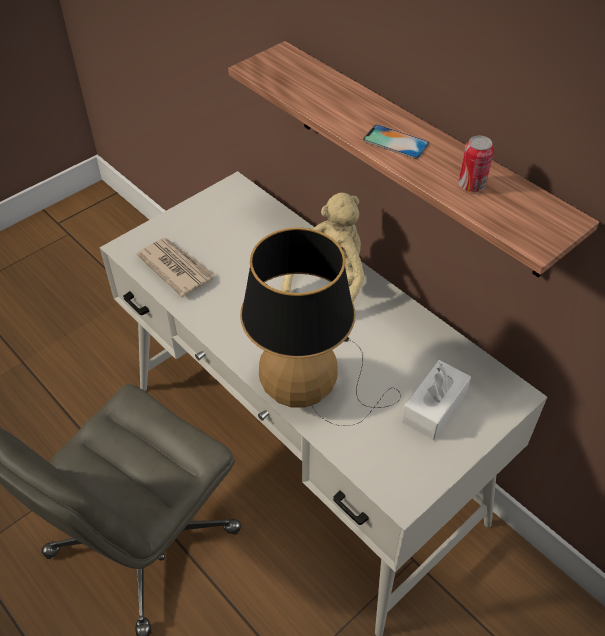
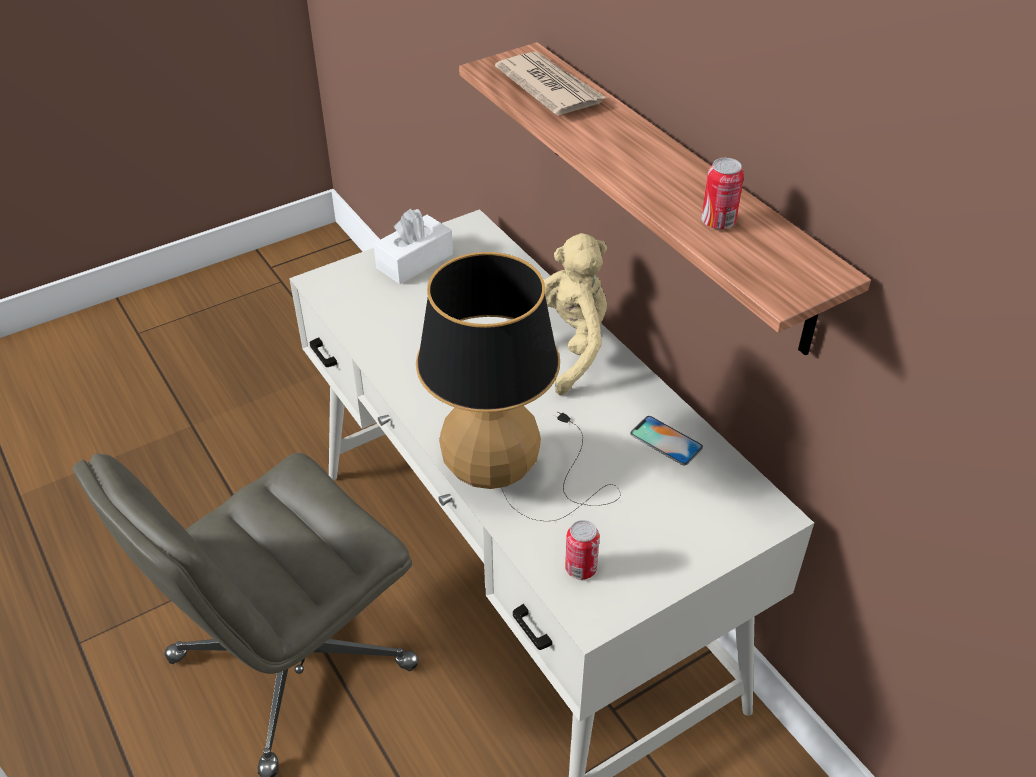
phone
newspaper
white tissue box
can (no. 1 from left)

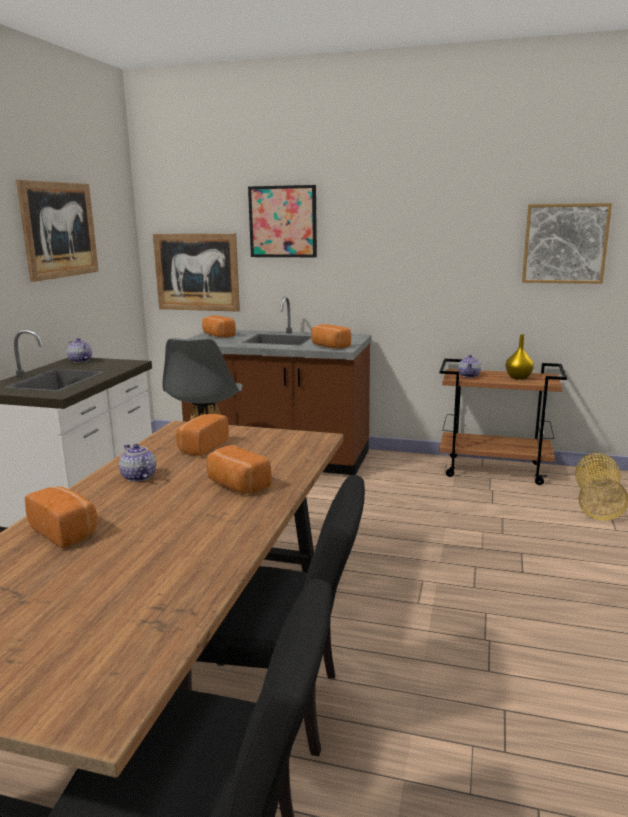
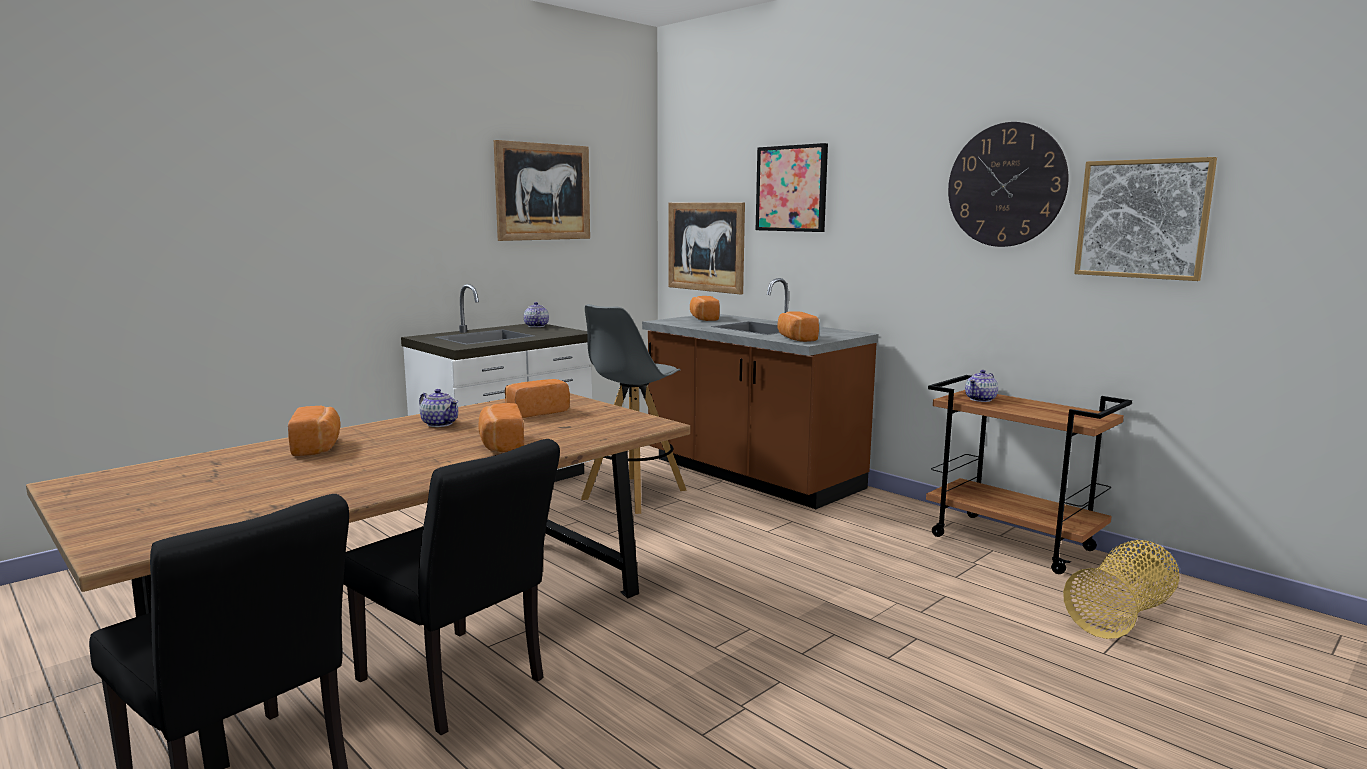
yellow vase
teapot (no. 1 from left)
wall clock

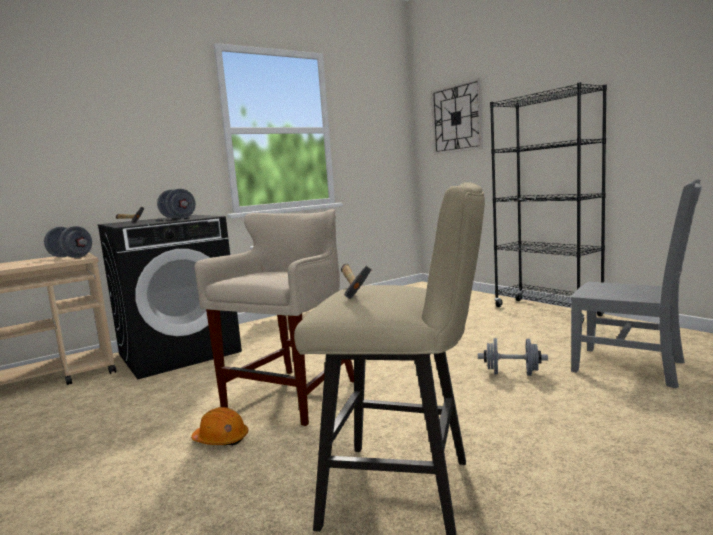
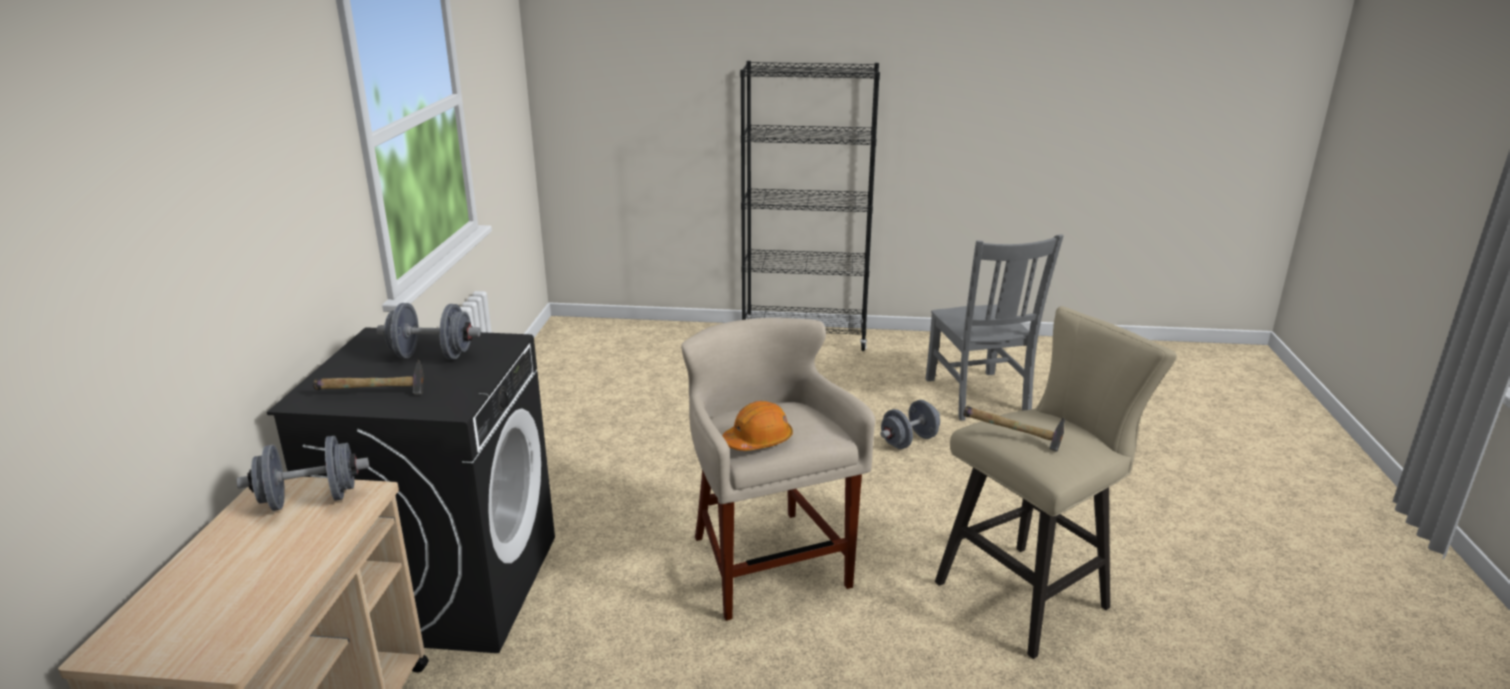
wall clock
grey chair
orange hard hat

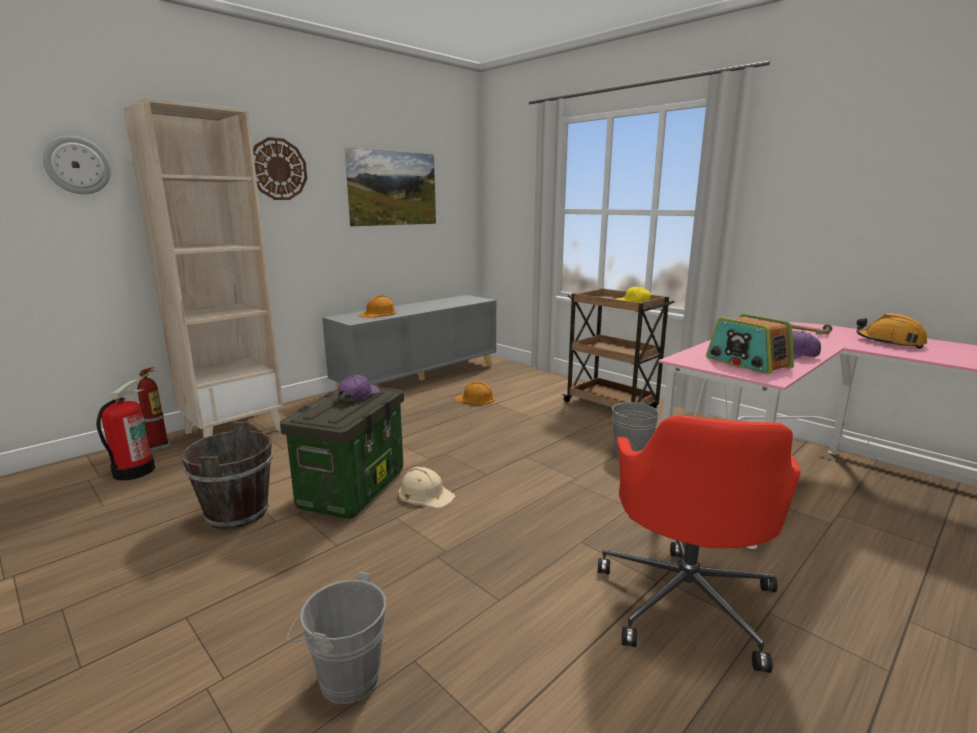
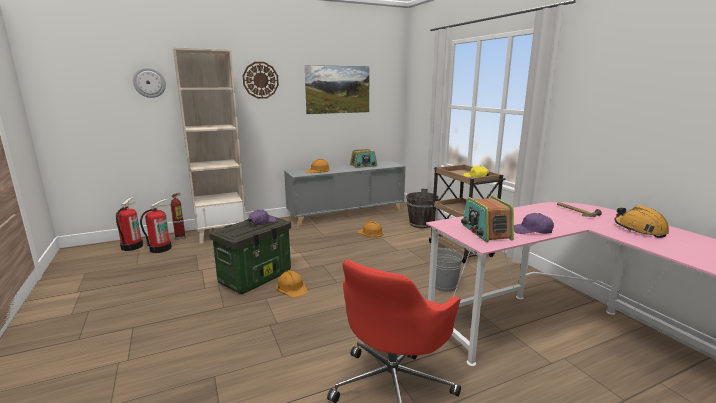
brown bucket
orange hard hat (no. 1 from left)
grey bucket (no. 1 from left in the first image)
radio (no. 1 from left)
fire extinguisher (no. 1 from left)

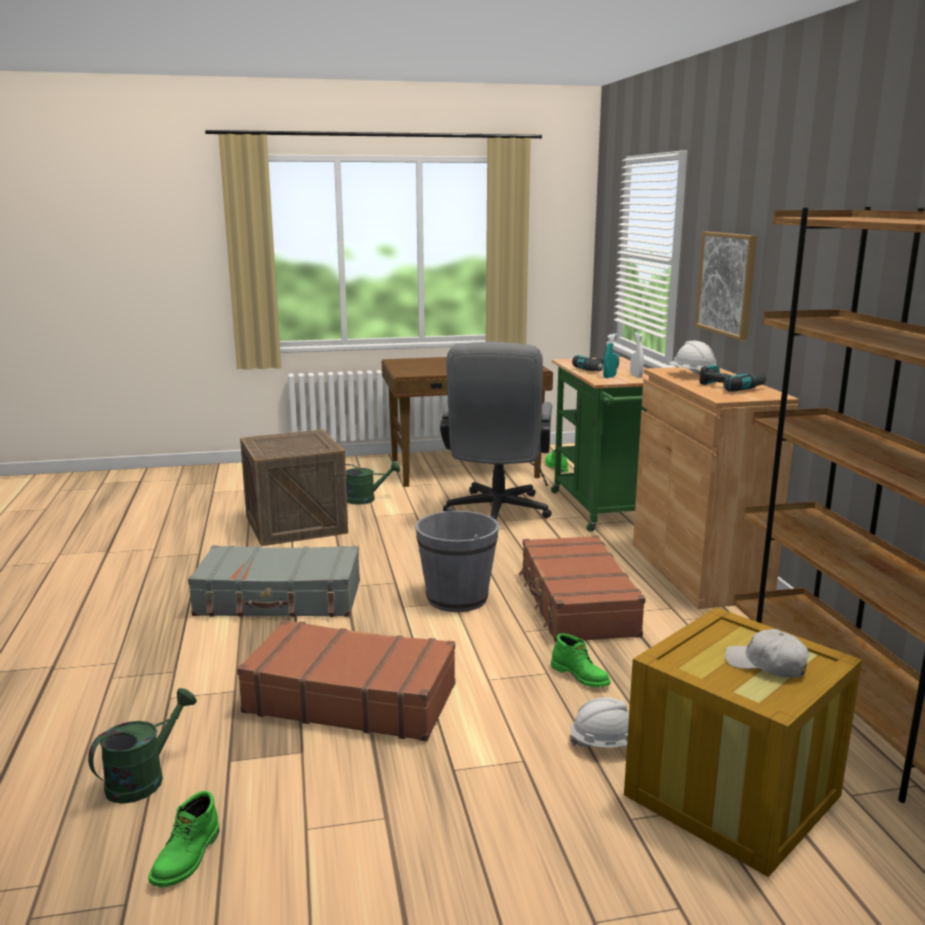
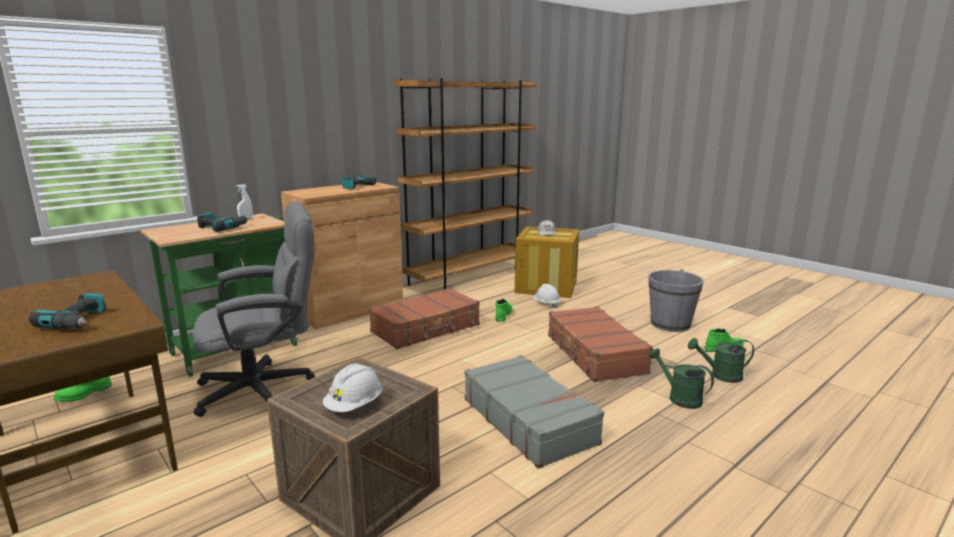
picture
turquoise spray bottle
white hard hat (no. 1 from left)
green watering can (no. 1 from left)
grey bucket
power drill (no. 1 from left)

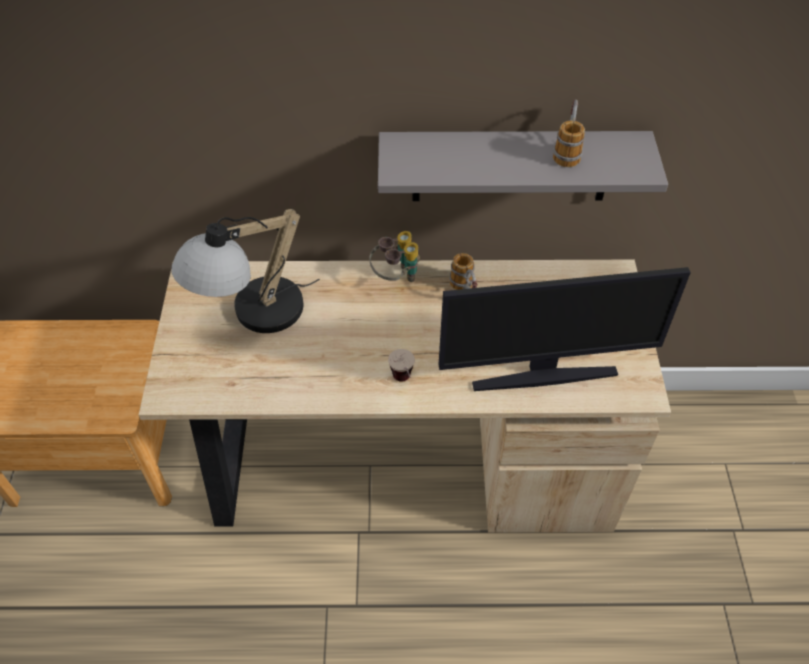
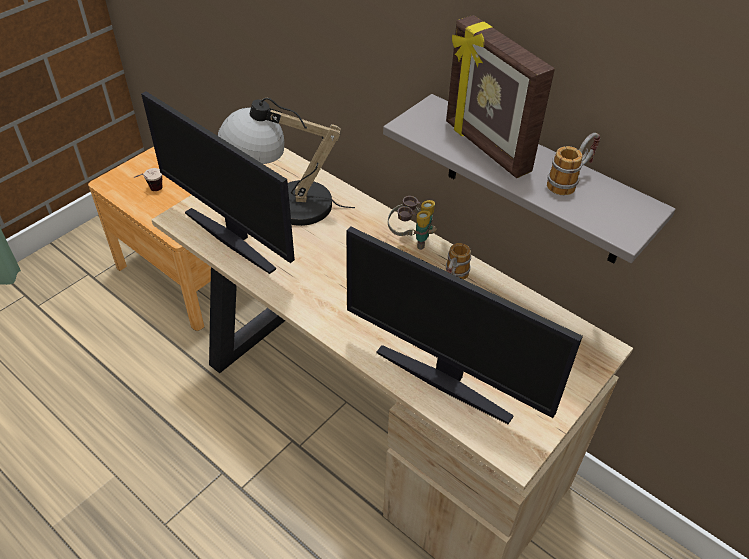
cup
picture frame
monitor (no. 1 from left)

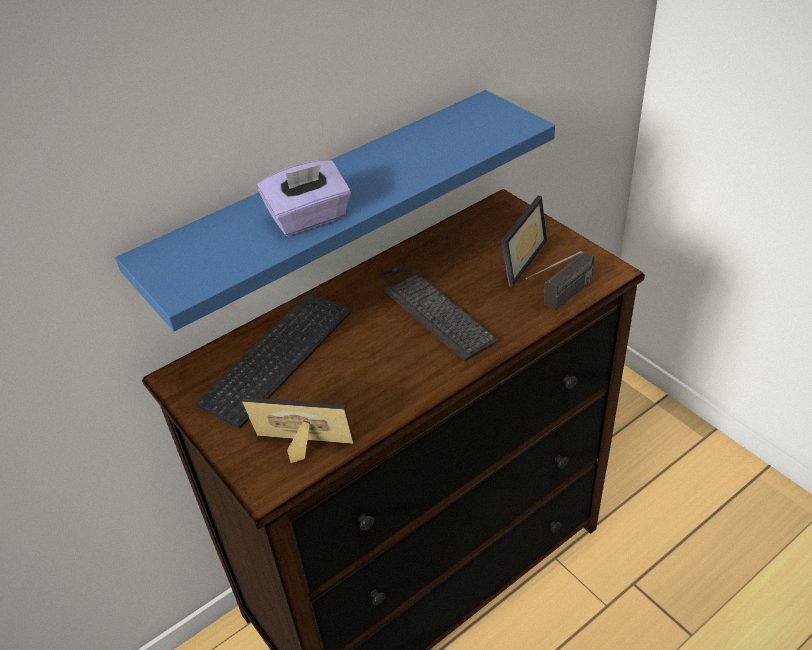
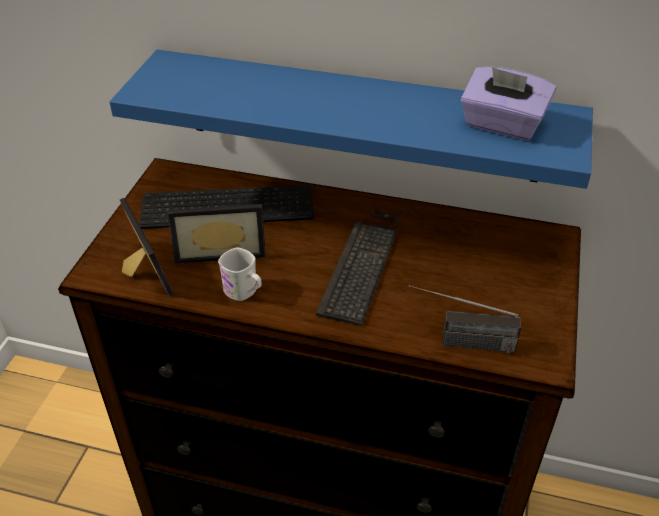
purple tissue box
picture frame (no. 2 from left)
white mug

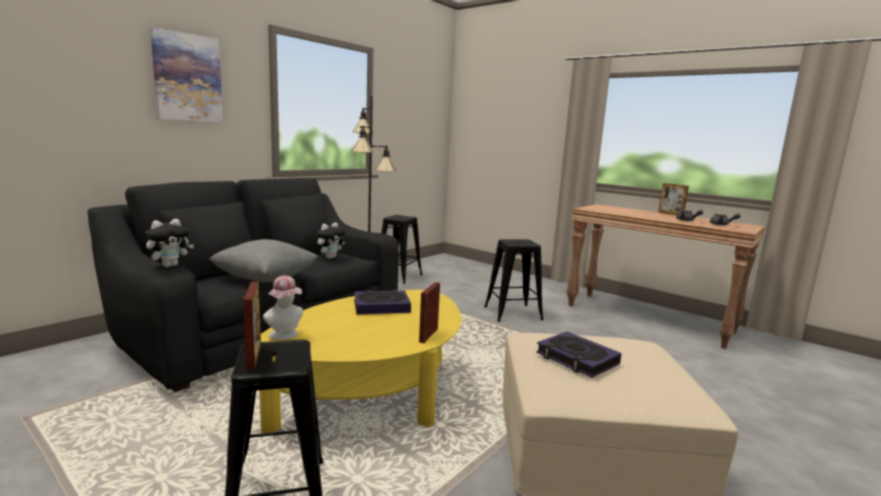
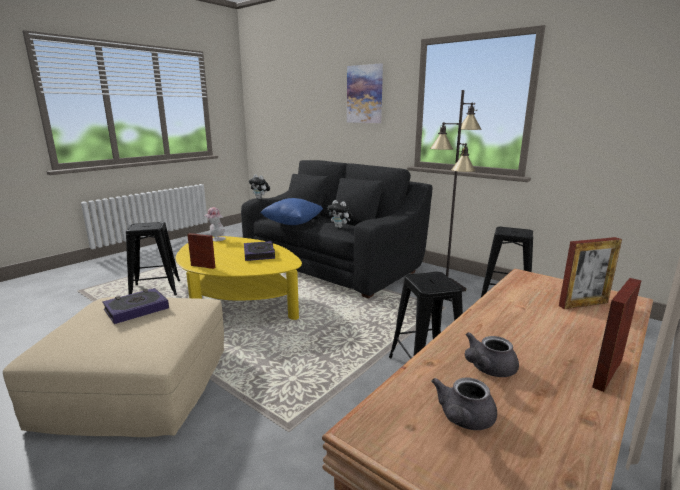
blue pillow
picture frame (no. 2 from left)

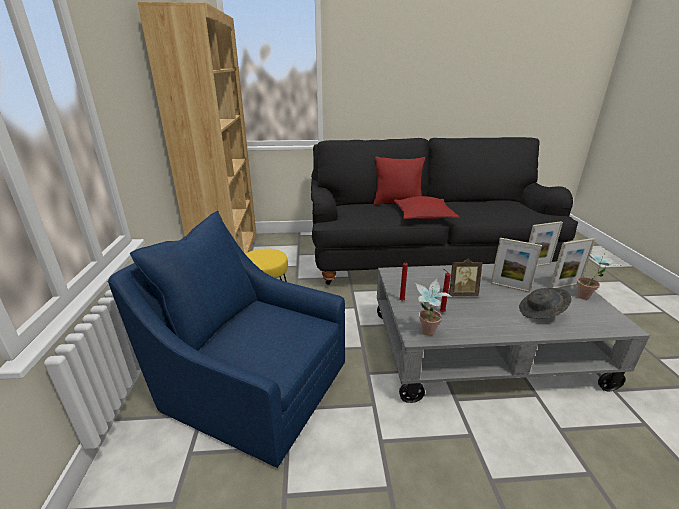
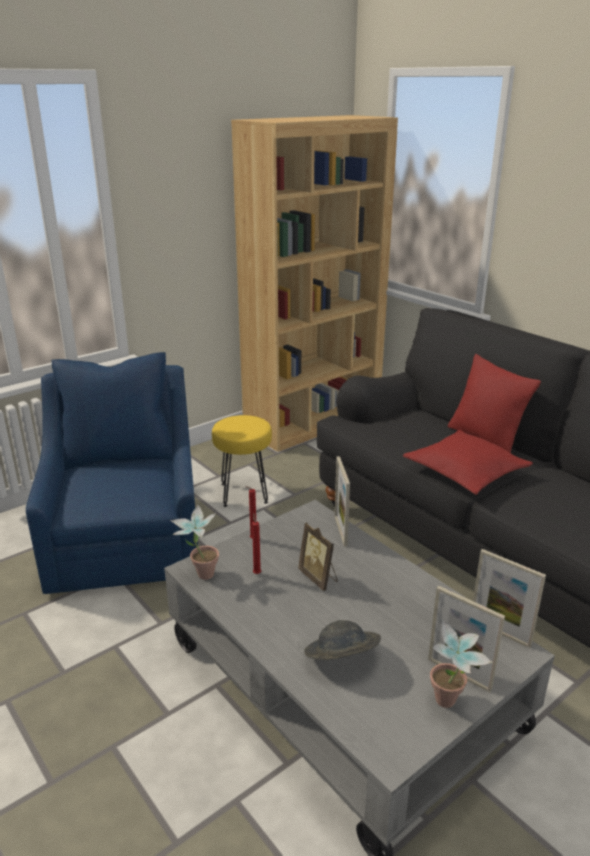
picture frame (no. 2 from left)

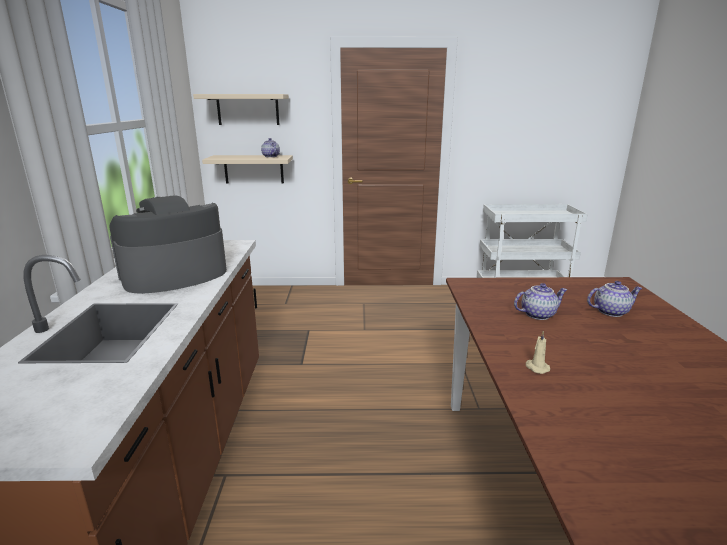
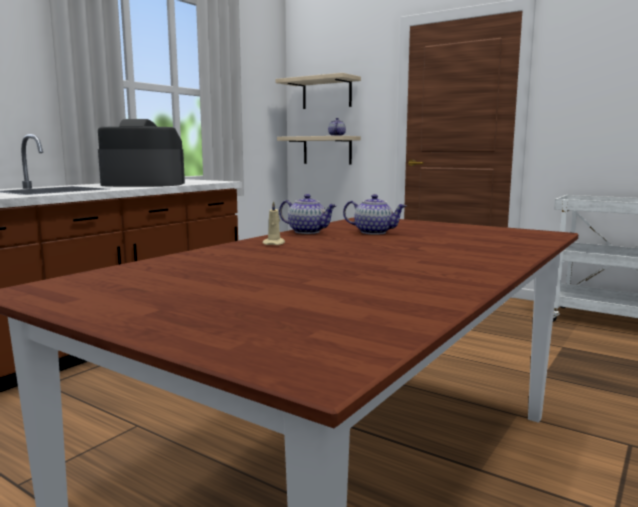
teapot (no. 1 from left)

